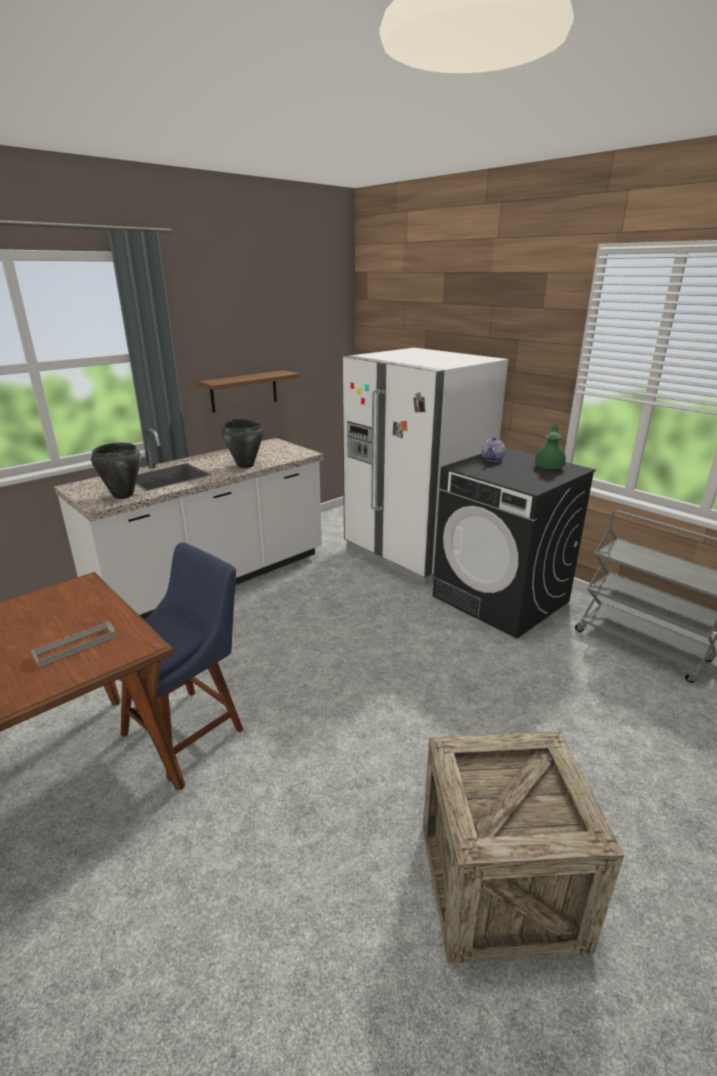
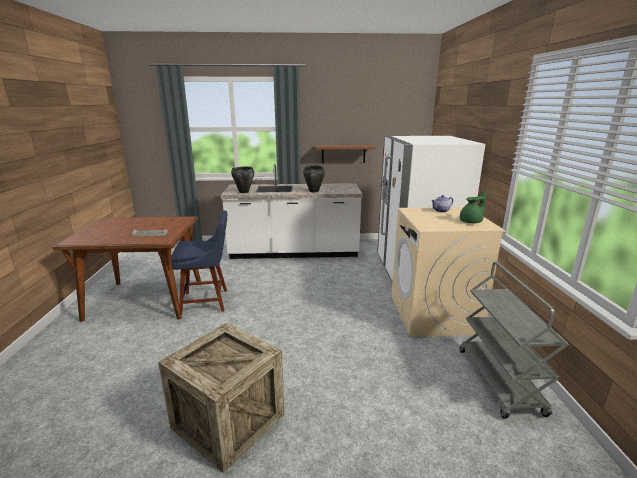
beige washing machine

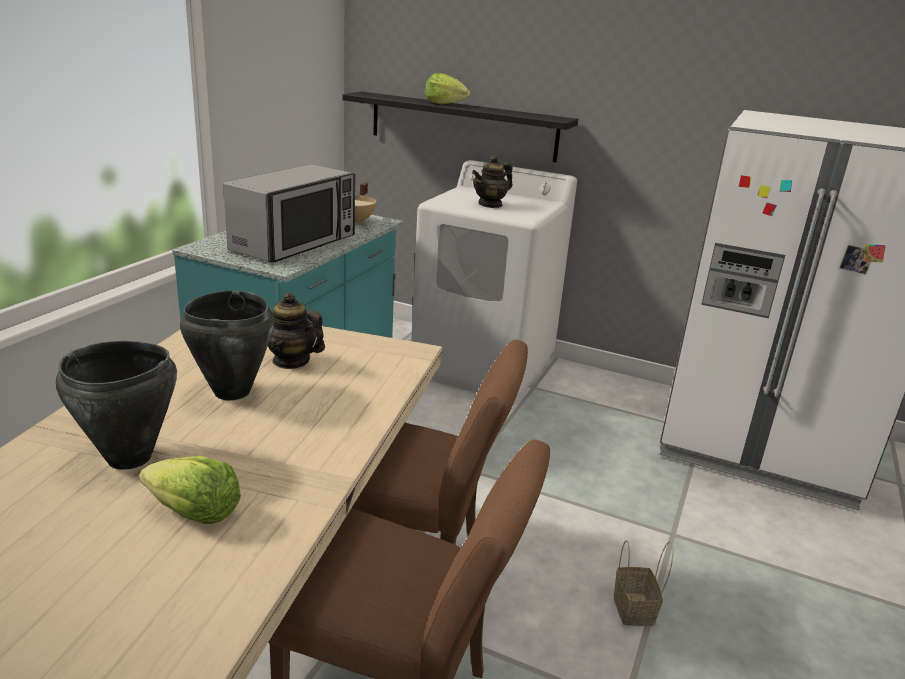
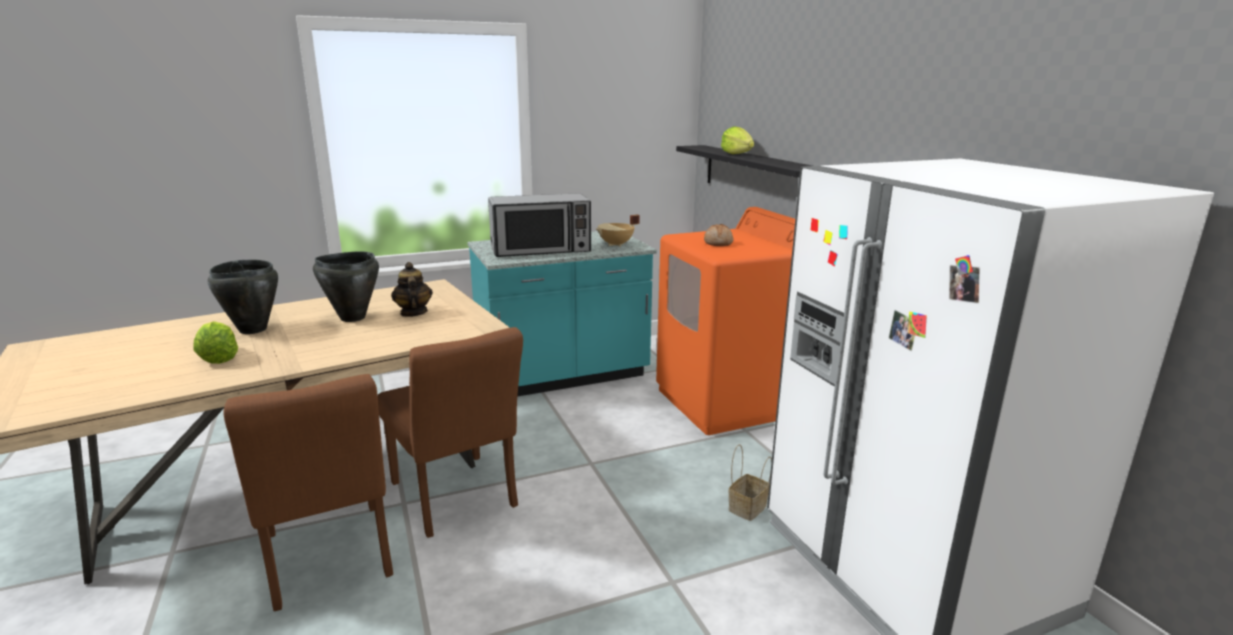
bread
orange washing machine
basket

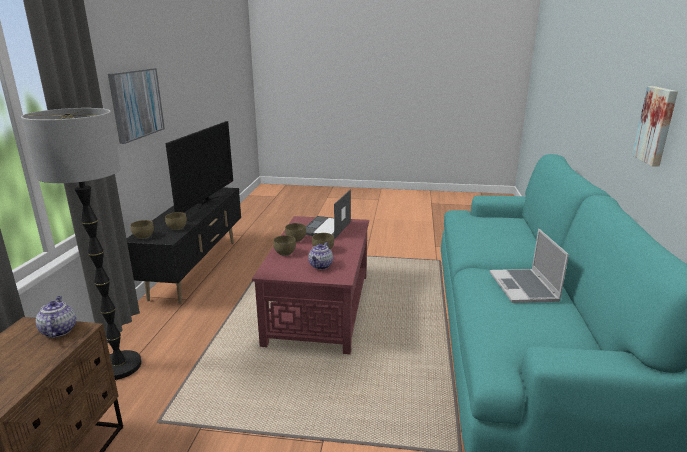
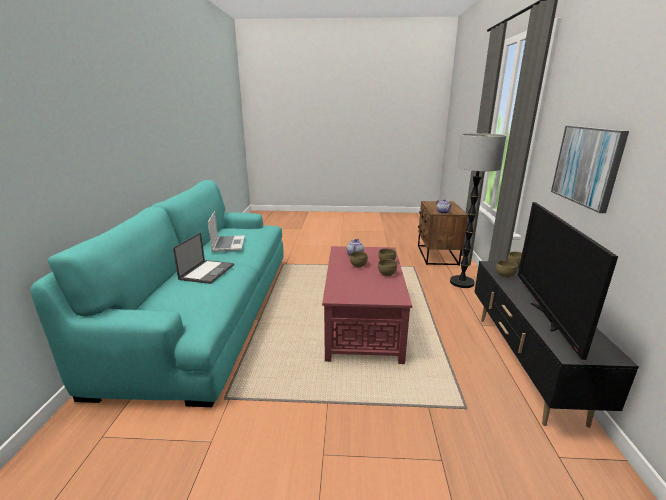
picture (no. 2 from left in the first image)
laptop (no. 1 from left)

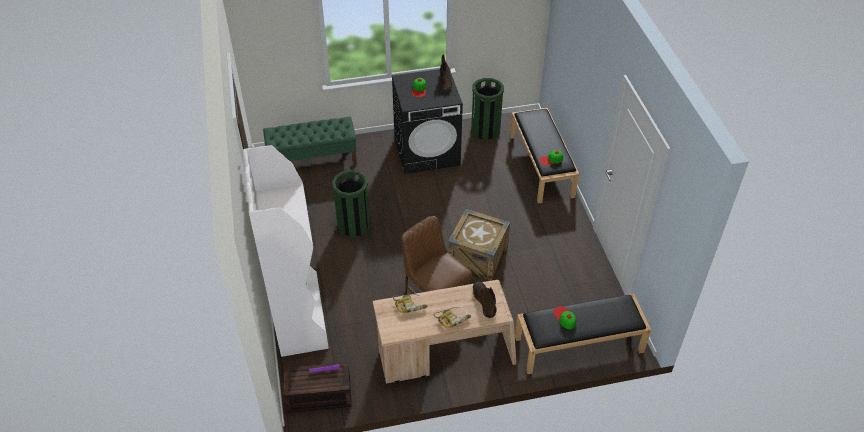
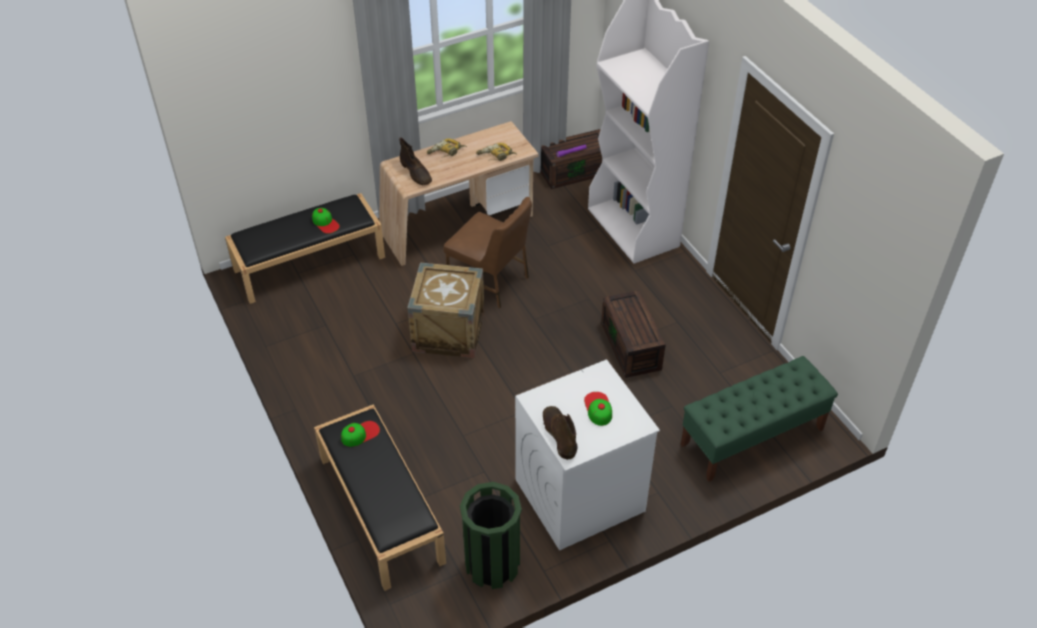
white washing machine
brown storage box (no. 2 from left)

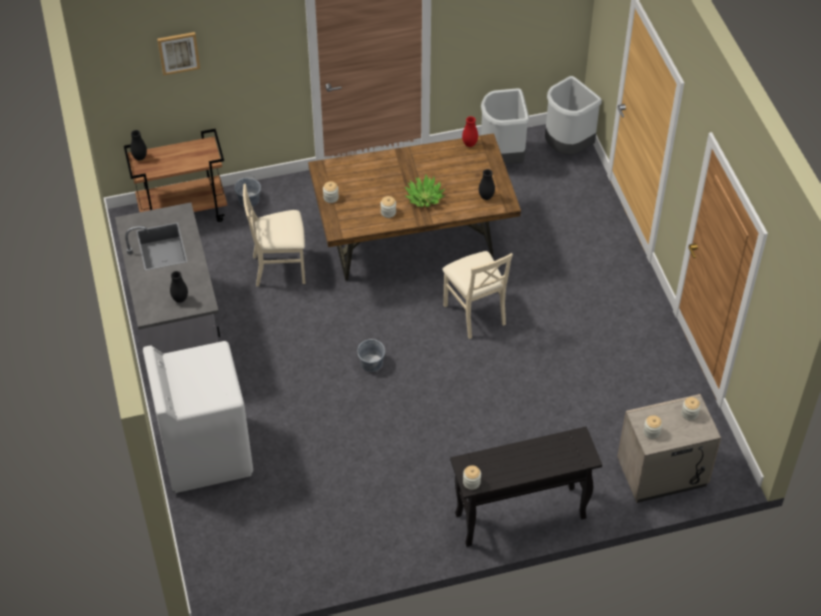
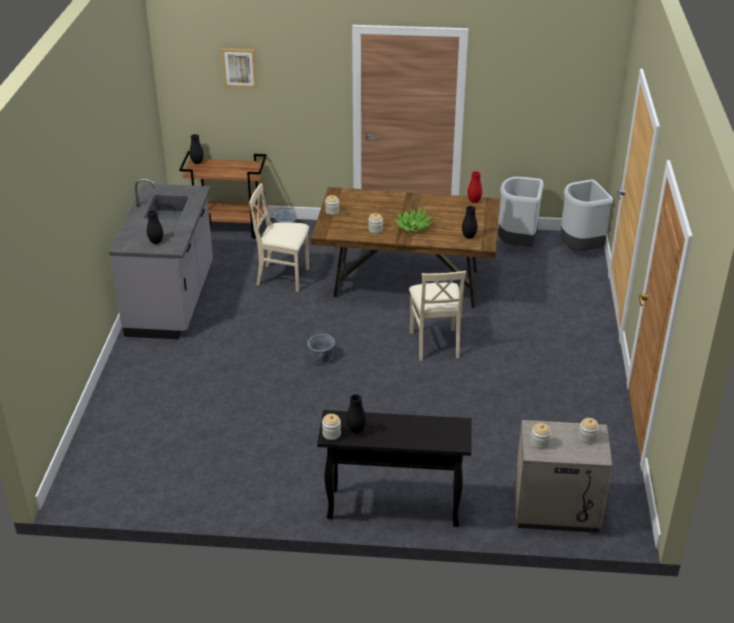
white washing machine
black vase (no. 3 from left)

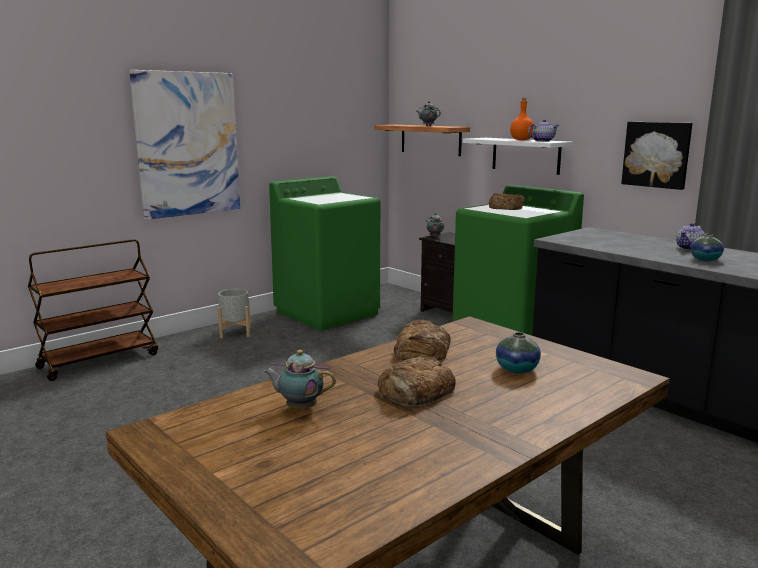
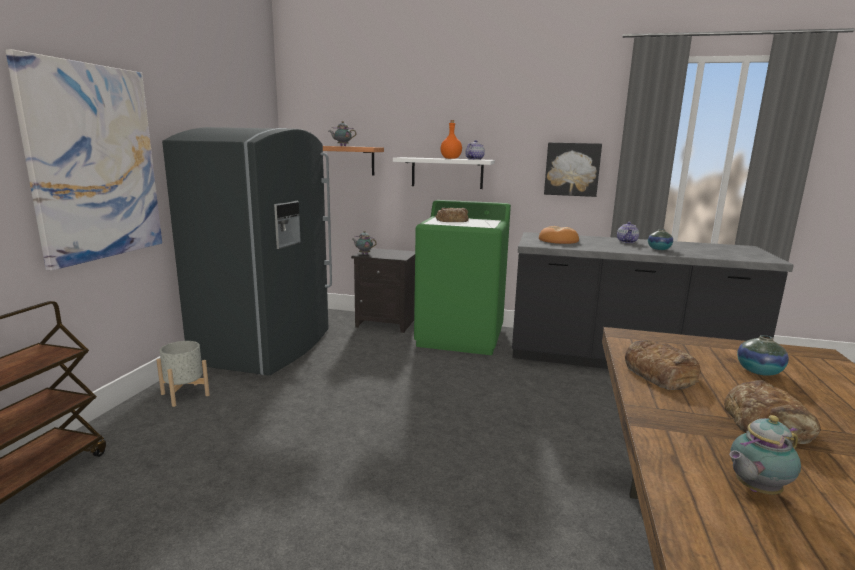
grey fridge
bread (no. 2 from left)

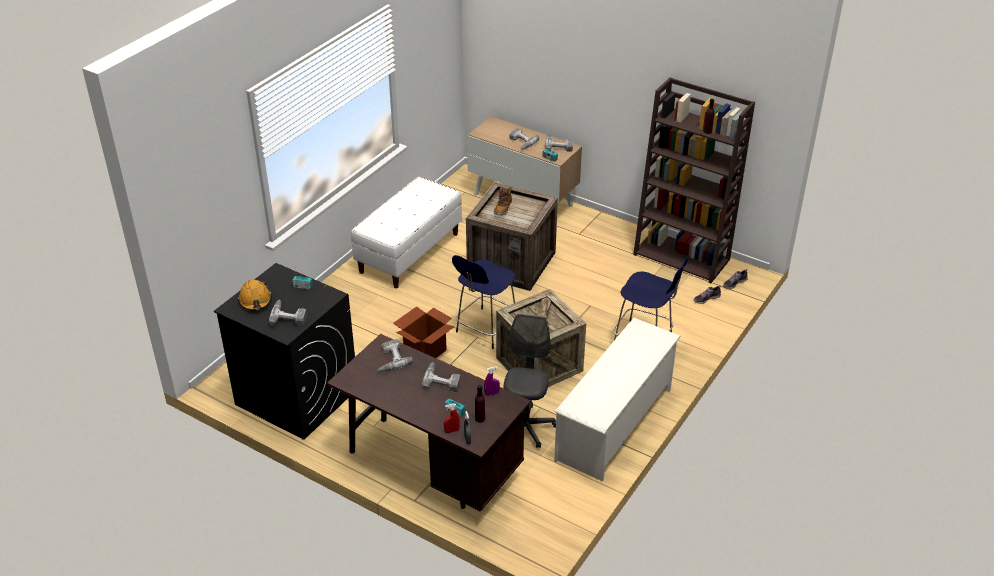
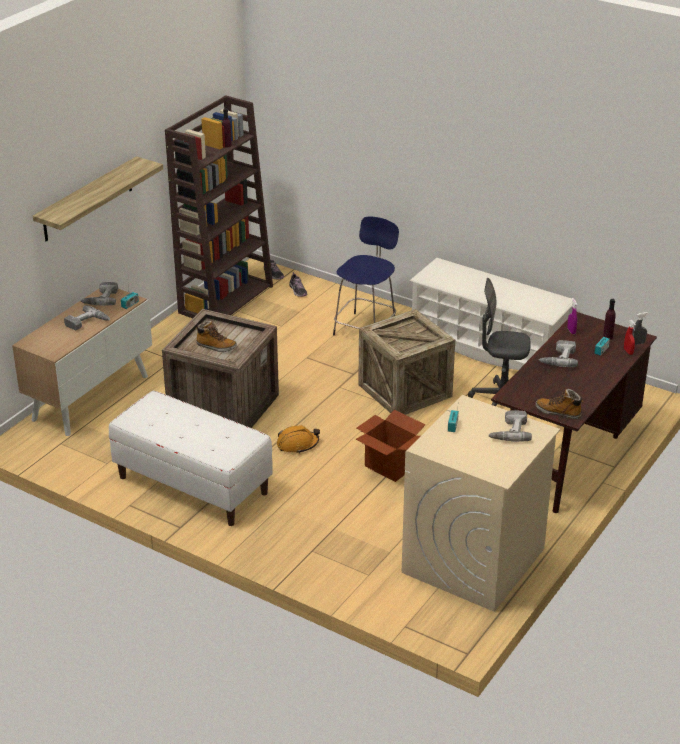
blue stool (no. 1 from left in the first image)
beige washing machine
orange hard hat
power drill (no. 2 from left in the first image)
shelf
boot (no. 2 from left)

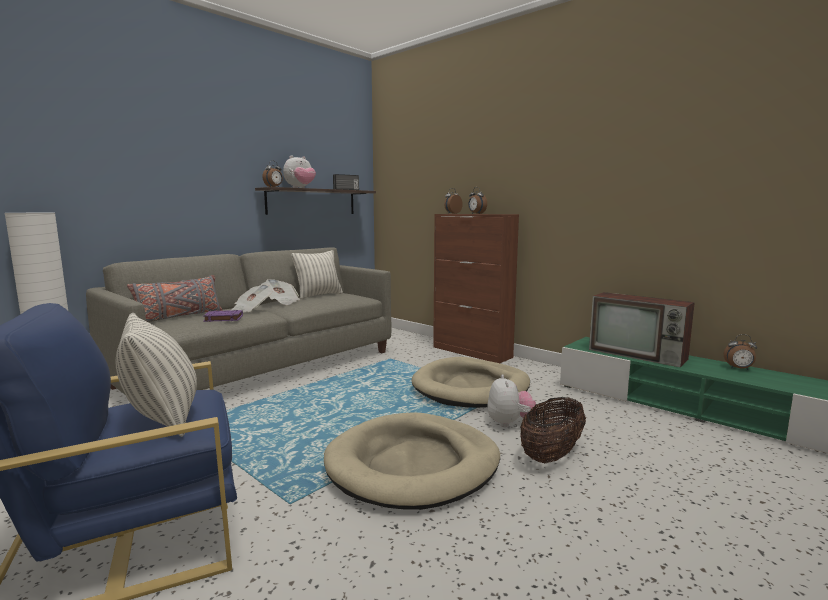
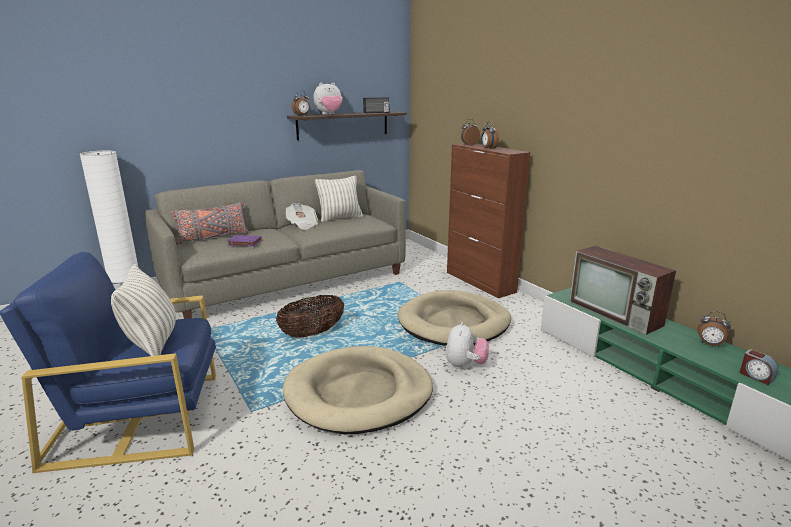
newspaper (no. 1 from left in the first image)
basket
alarm clock (no. 5 from left)

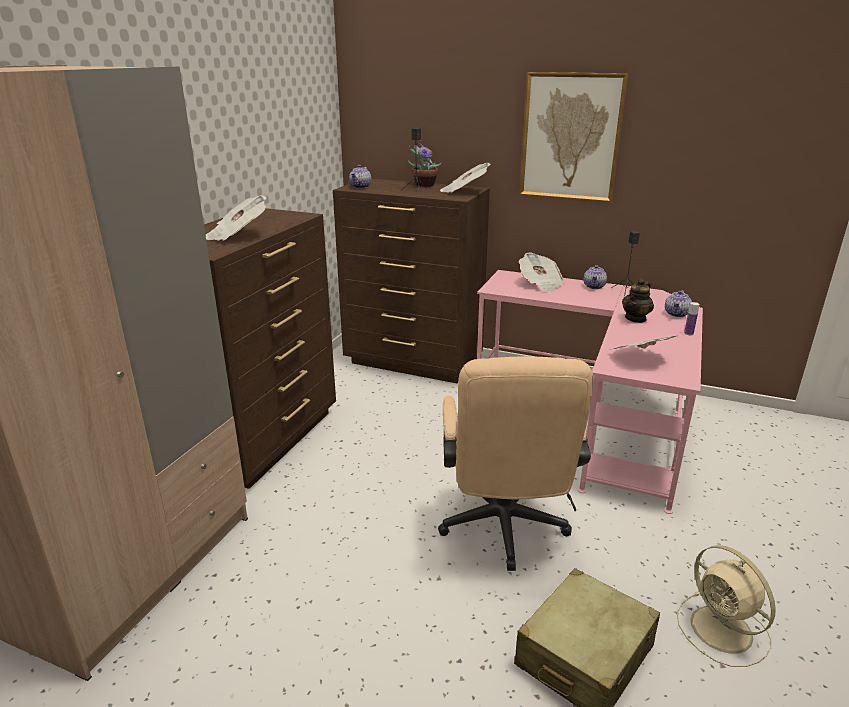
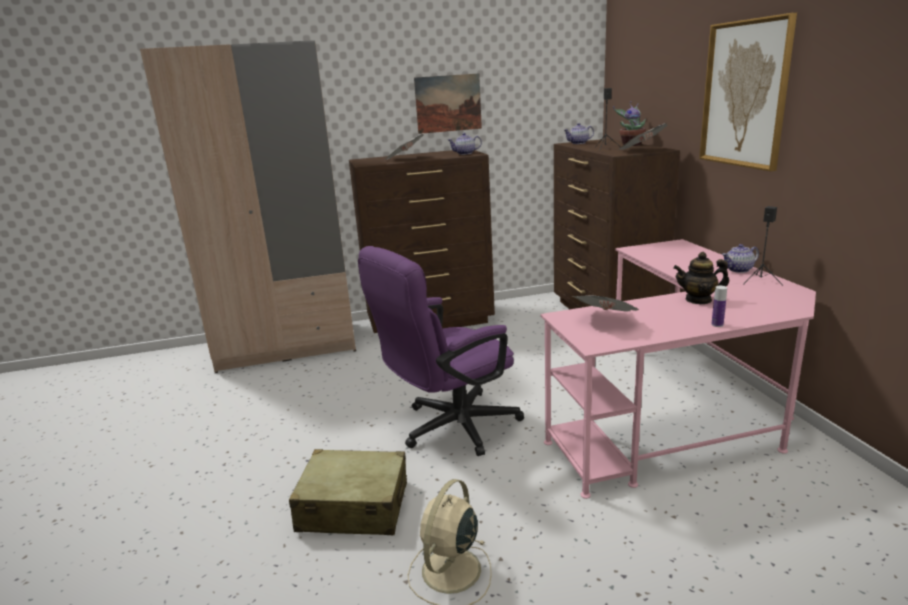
newspaper (no. 3 from left in the first image)
teapot (no. 1 from left)
purple office chair
picture (no. 1 from left)

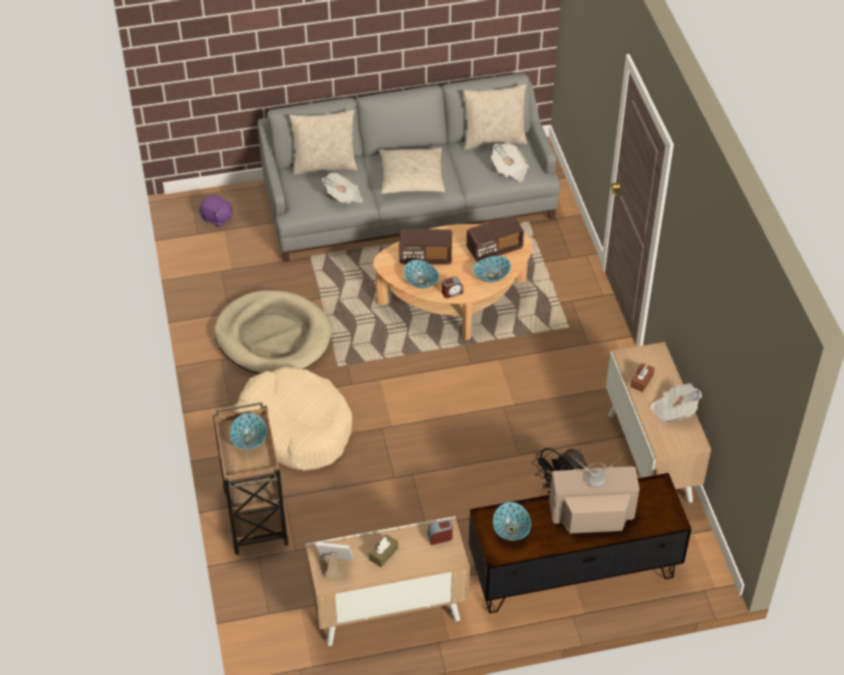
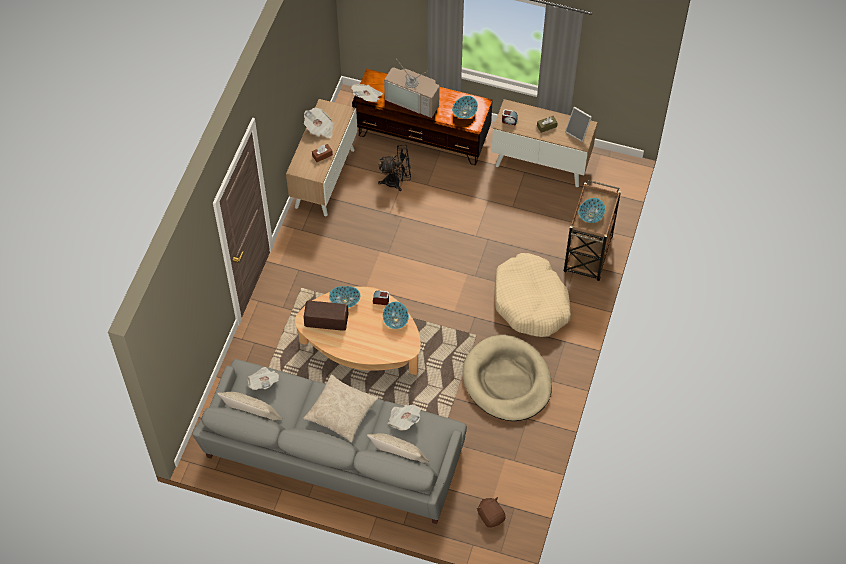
brown plush toy
radio (no. 1 from left in the first image)
newspaper (no. 3 from left)

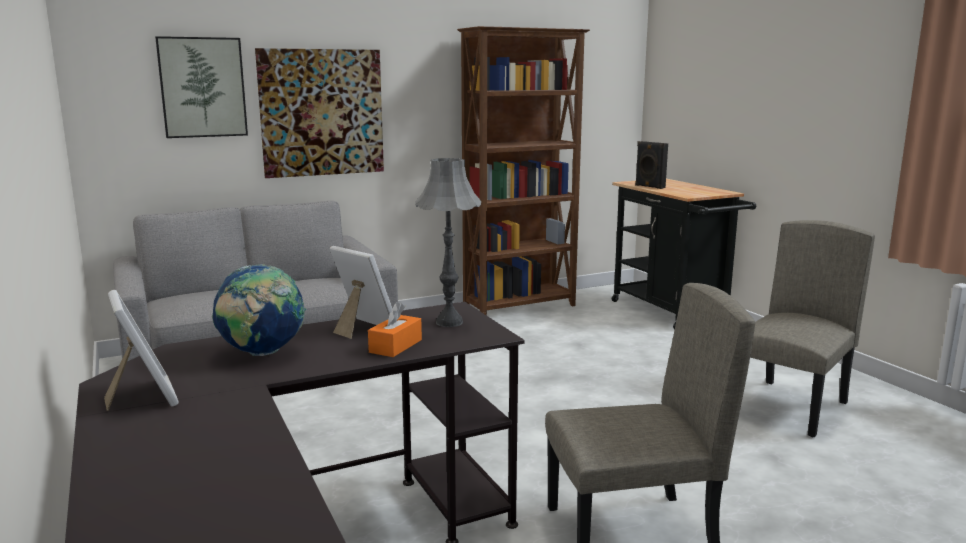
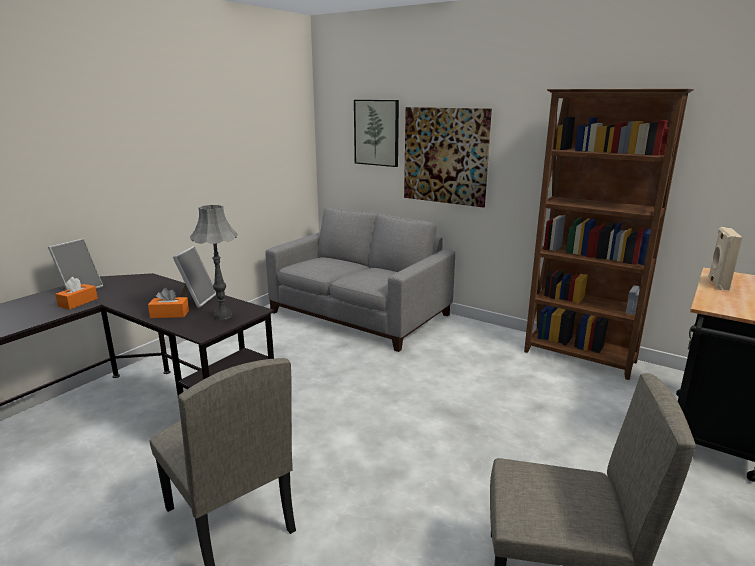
beige speaker
globe
orange tissue box (no. 1 from left)

